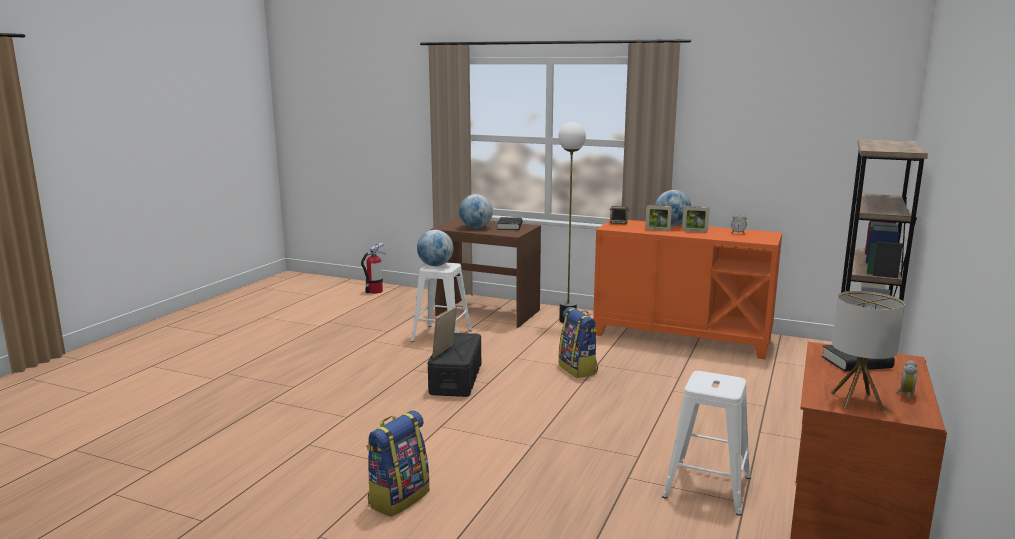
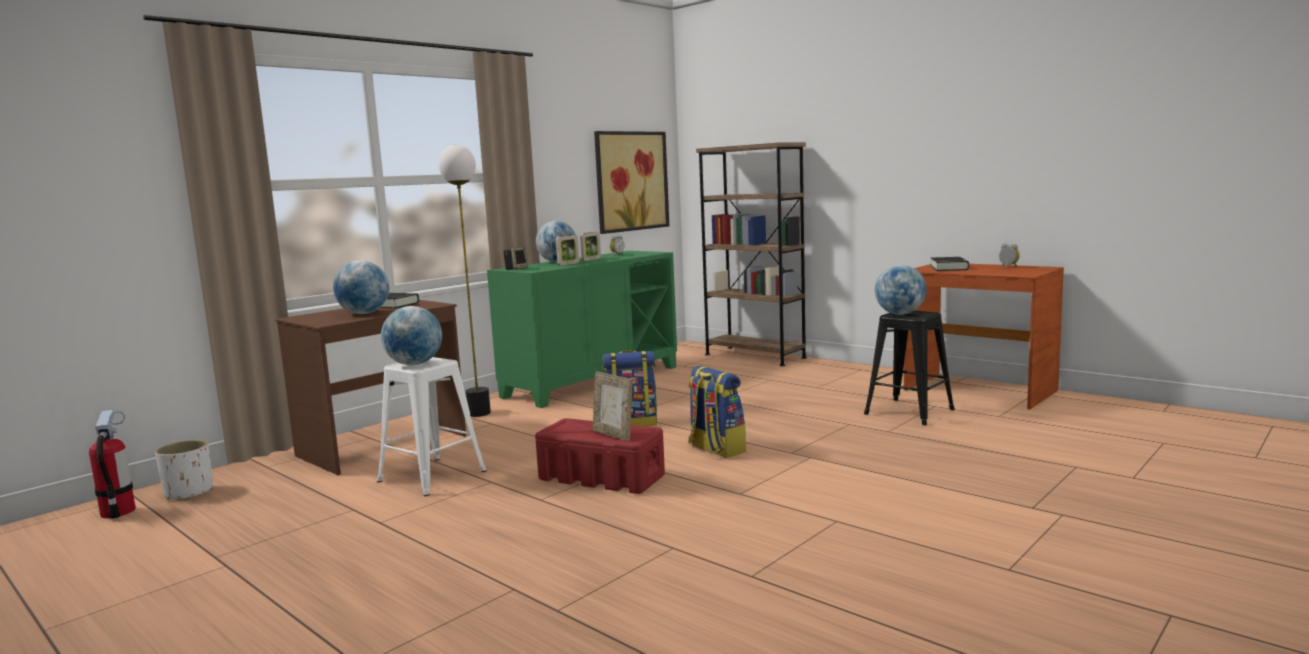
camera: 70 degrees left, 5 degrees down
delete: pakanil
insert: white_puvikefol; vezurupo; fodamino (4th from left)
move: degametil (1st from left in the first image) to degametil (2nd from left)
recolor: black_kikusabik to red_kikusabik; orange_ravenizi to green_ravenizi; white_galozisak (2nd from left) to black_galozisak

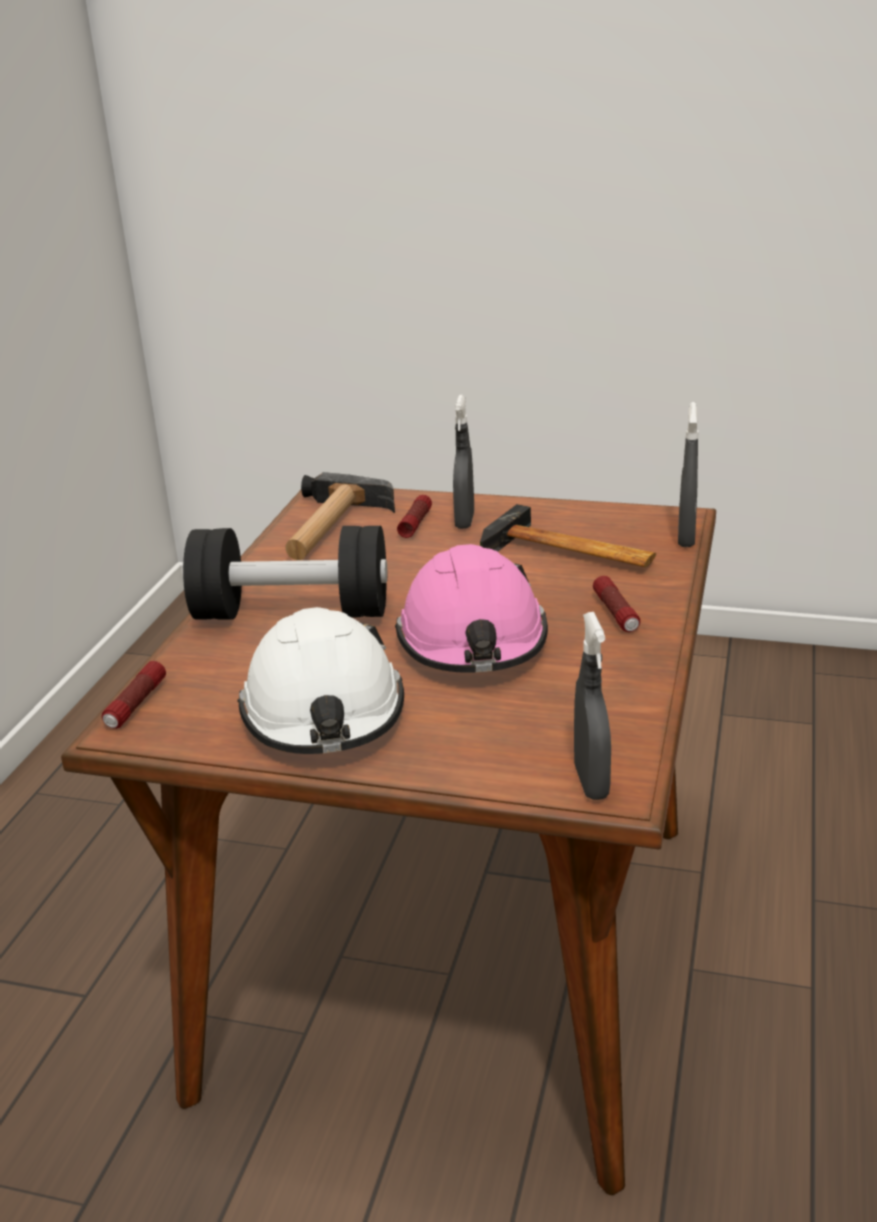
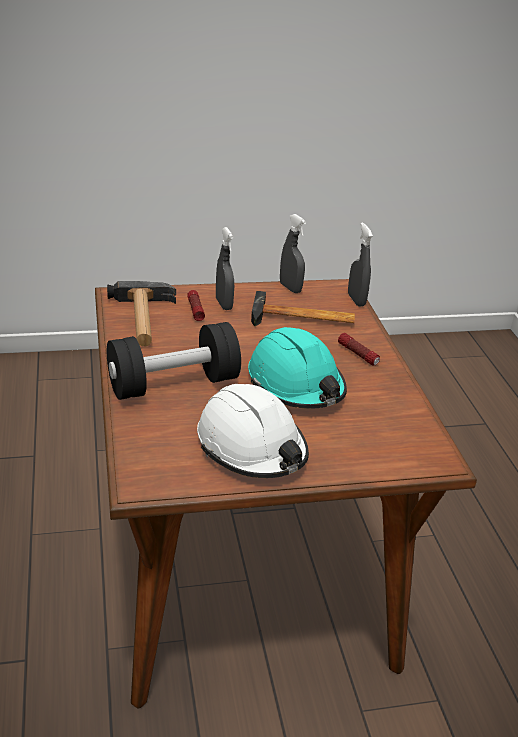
camera: 30 degrees left, 5 degrees up
delete: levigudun (1st from left)
move: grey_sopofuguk (2nd from left)
recolor: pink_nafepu to turquoise_nafepu

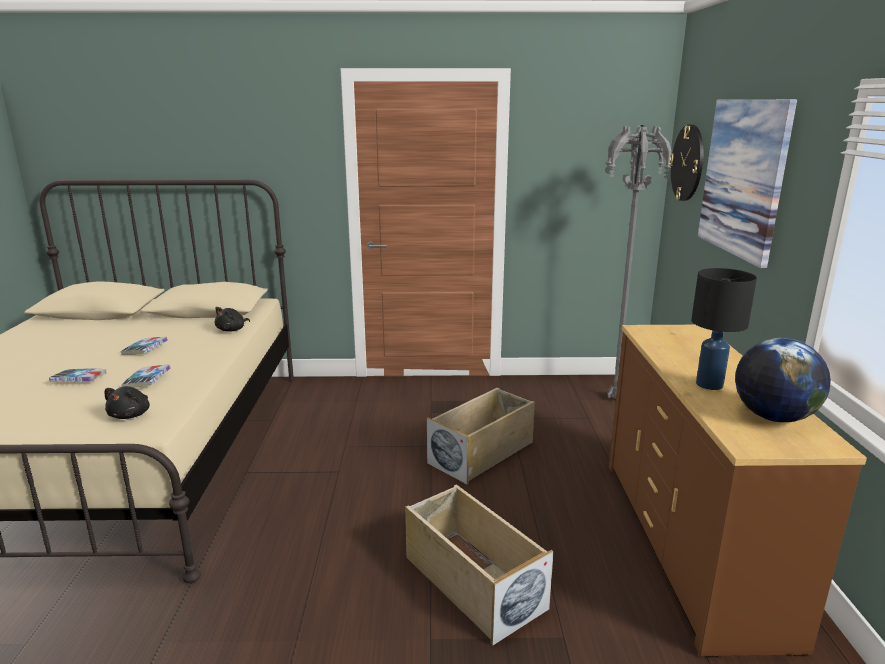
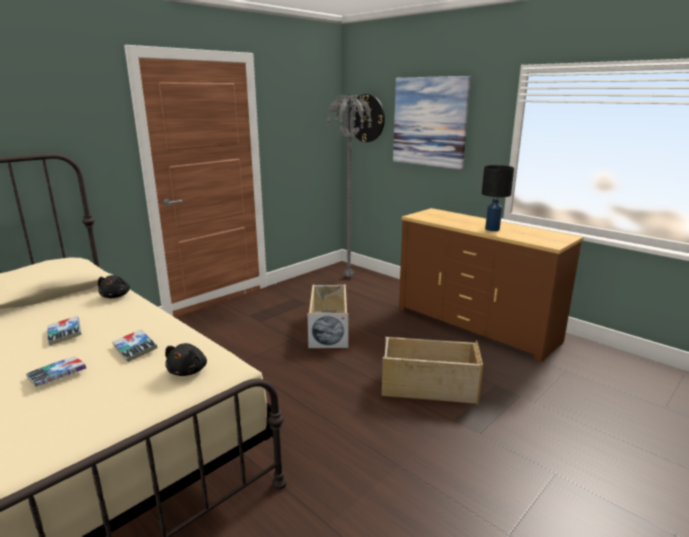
camera: 45 degrees left, 0 degrees up
delete: fodamino
rotate: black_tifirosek (1st from left in the first image) 45 degrees clockwise

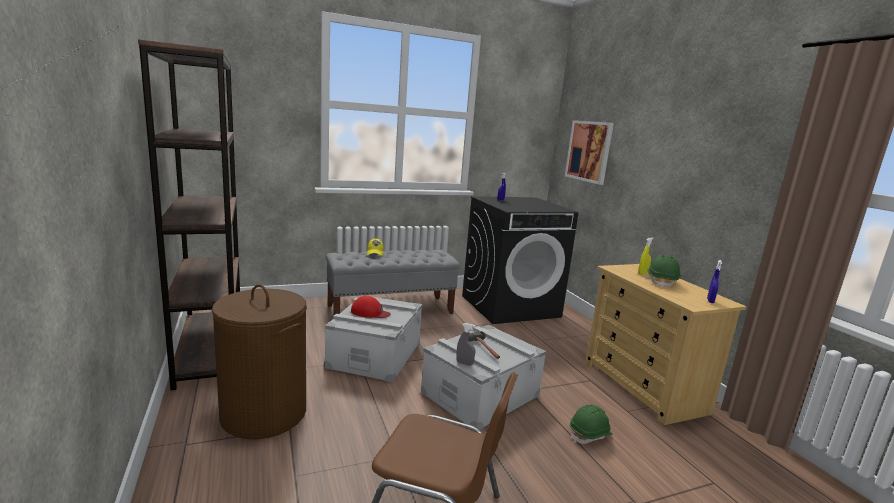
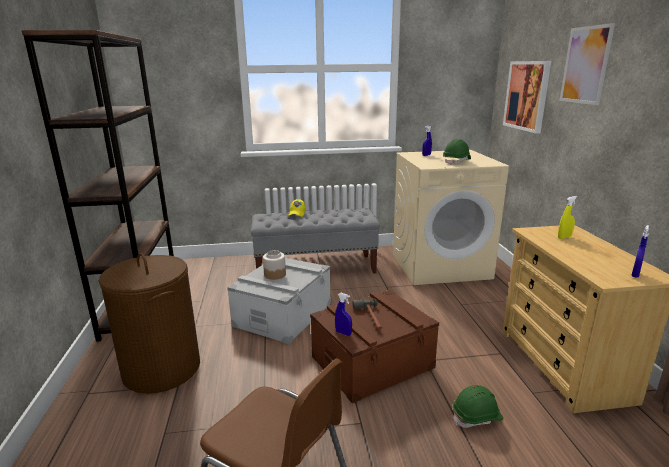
camera: 15 degrees right, 5 degrees up
insert: vezurupo (2nd from left)
move: green_nafepu (2nd from left in the first image) to green_nafepu (1st from left)
replace: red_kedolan to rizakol
recolor: grey_kikusabik (2nd from left) to brown_kikusabik; grey_sopofuguk to blue_sopofuguk (1st from left); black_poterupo to beige_poterupo

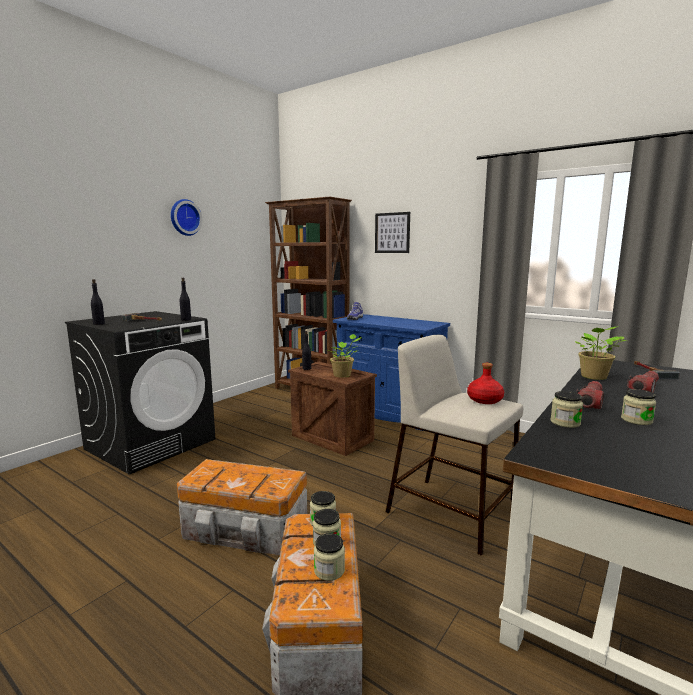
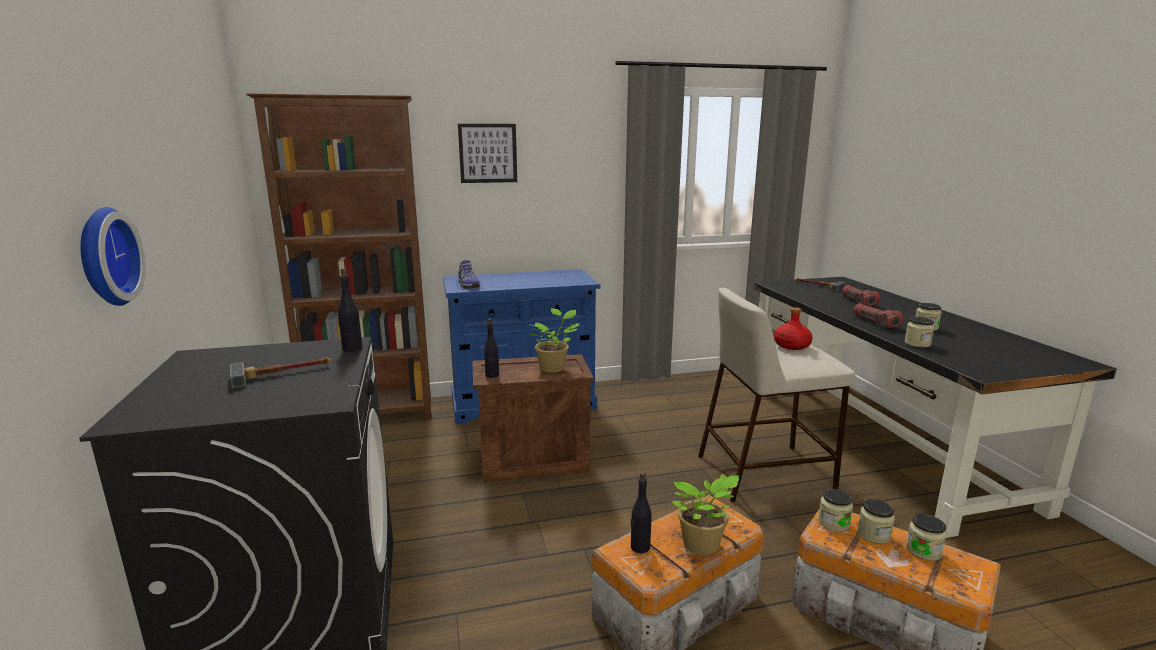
camera: 50 degrees left, 5 degrees up
move: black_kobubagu (1st from left in the first image) to black_kobubagu (3rd from left); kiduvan; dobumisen (2nd from left)

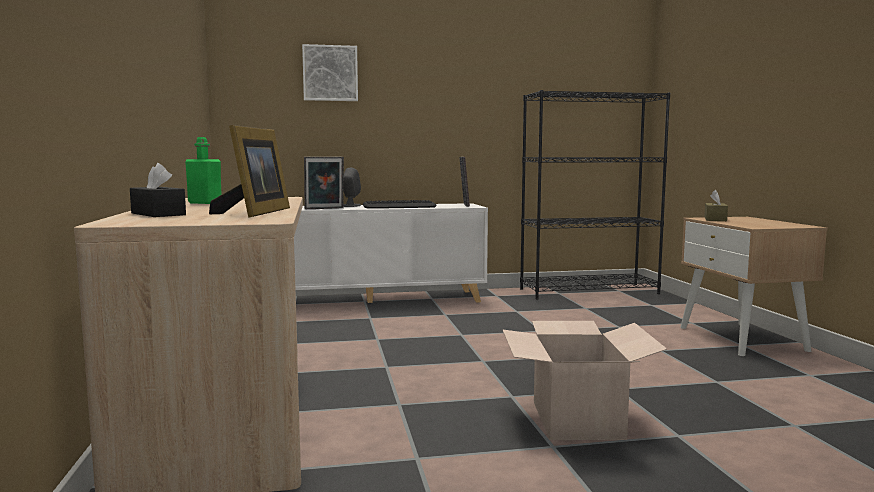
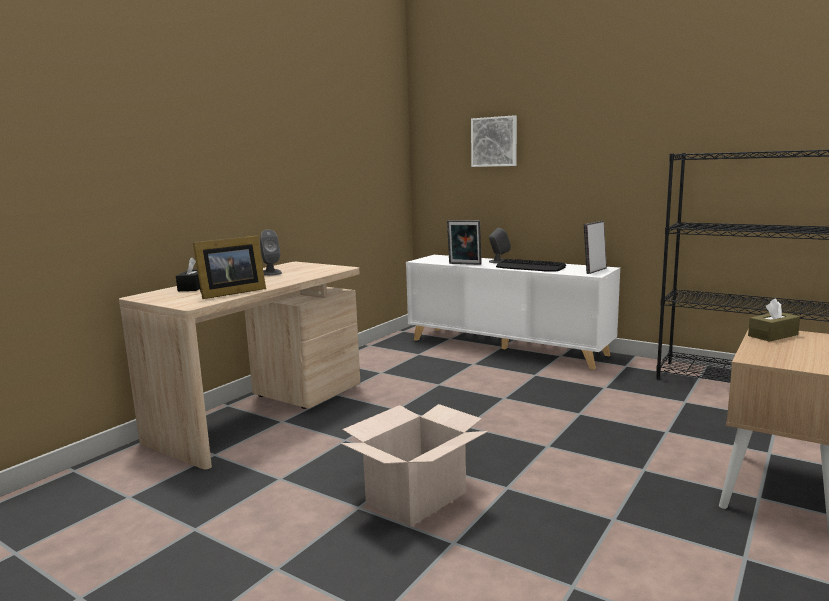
camera: 45 degrees right, 5 degrees up
replace: green_kobubagu to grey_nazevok (1st from left)

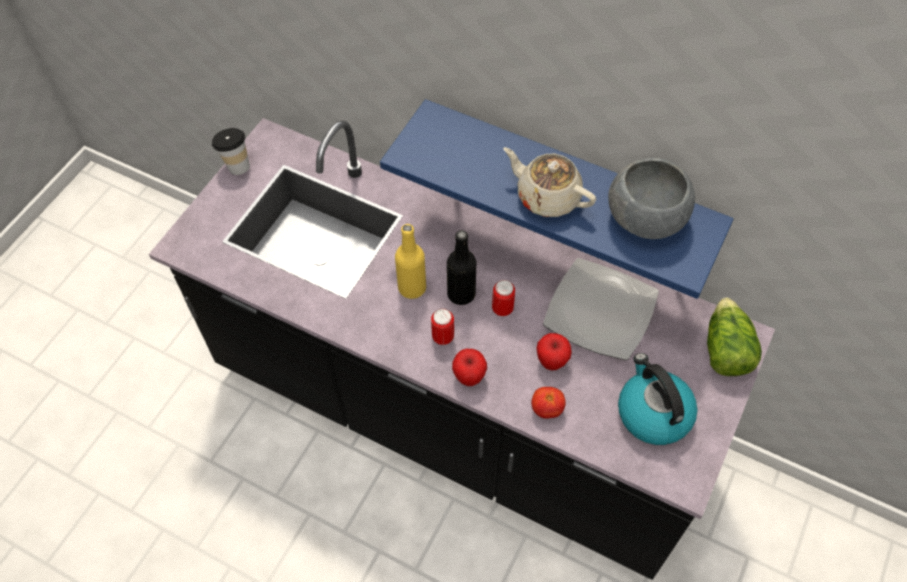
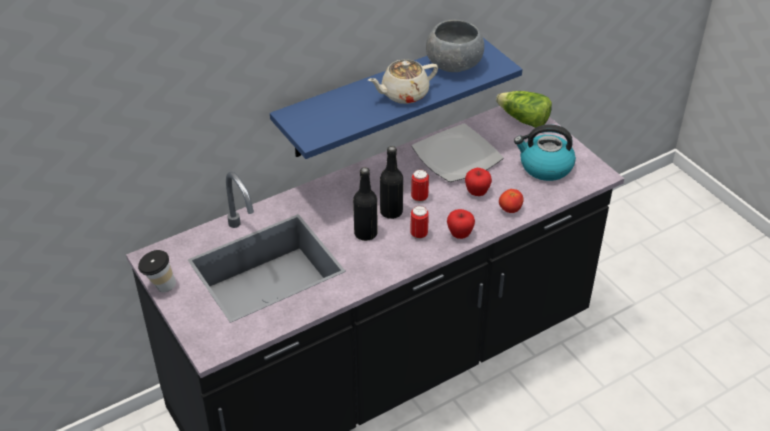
camera: 60 degrees left, 15 degrees down
recolor: yellow_kobubagu to black_kobubagu (1st from left)

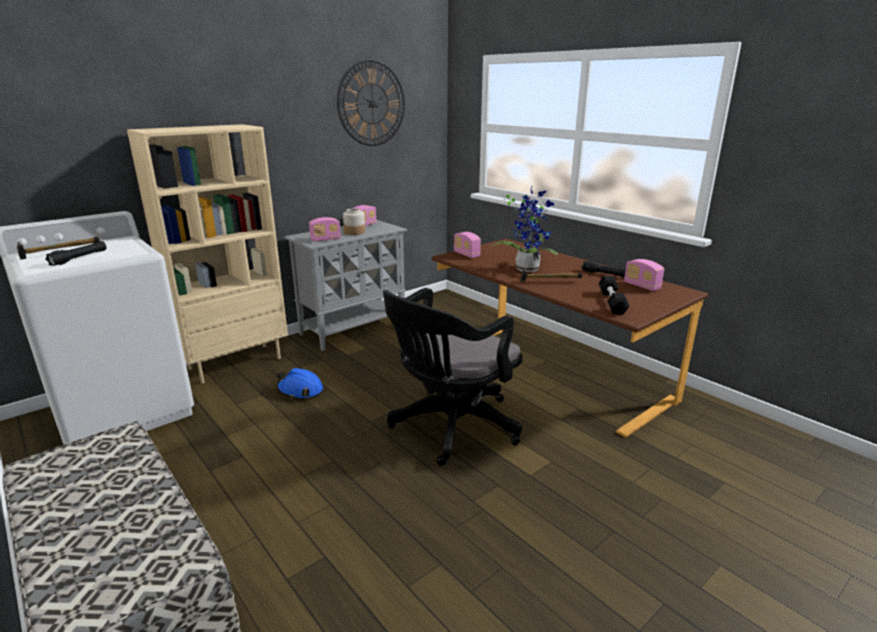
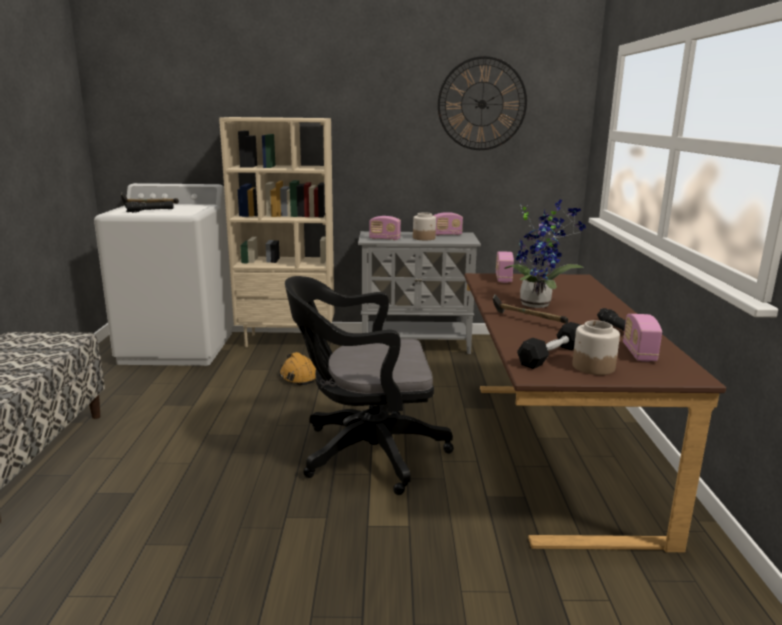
camera: 40 degrees right, 5 degrees down
insert: rizakol (2nd from left)
recolor: blue_nafepu to orange_nafepu

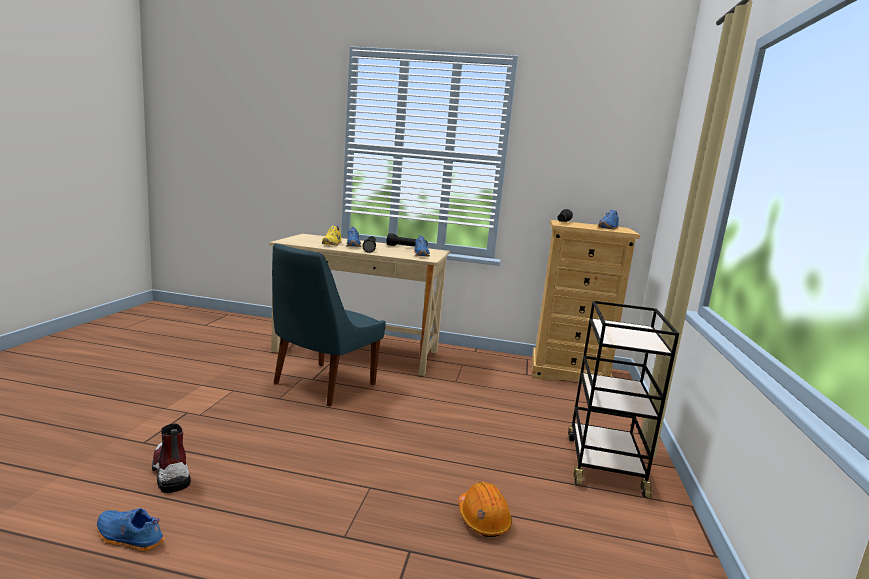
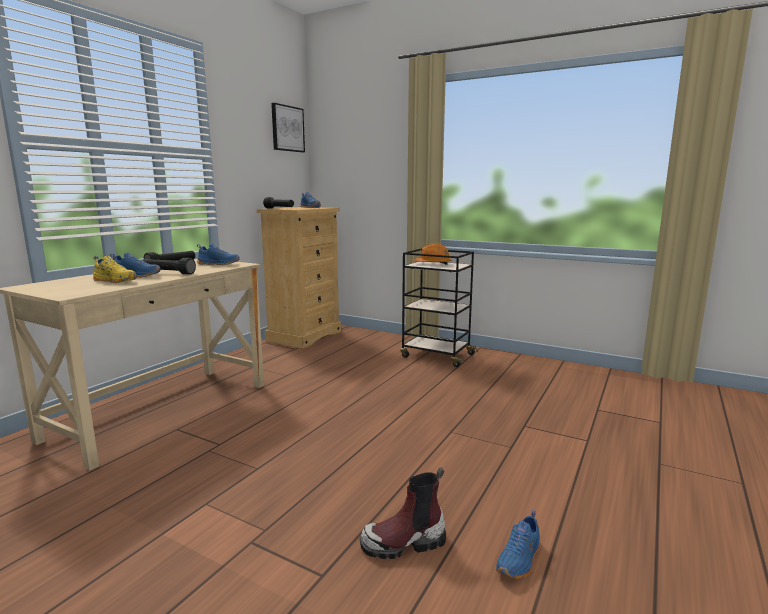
camera: 70 degrees left, 0 degrees up
delete: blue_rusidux
insert: vezurupo
move: orange_nafepu

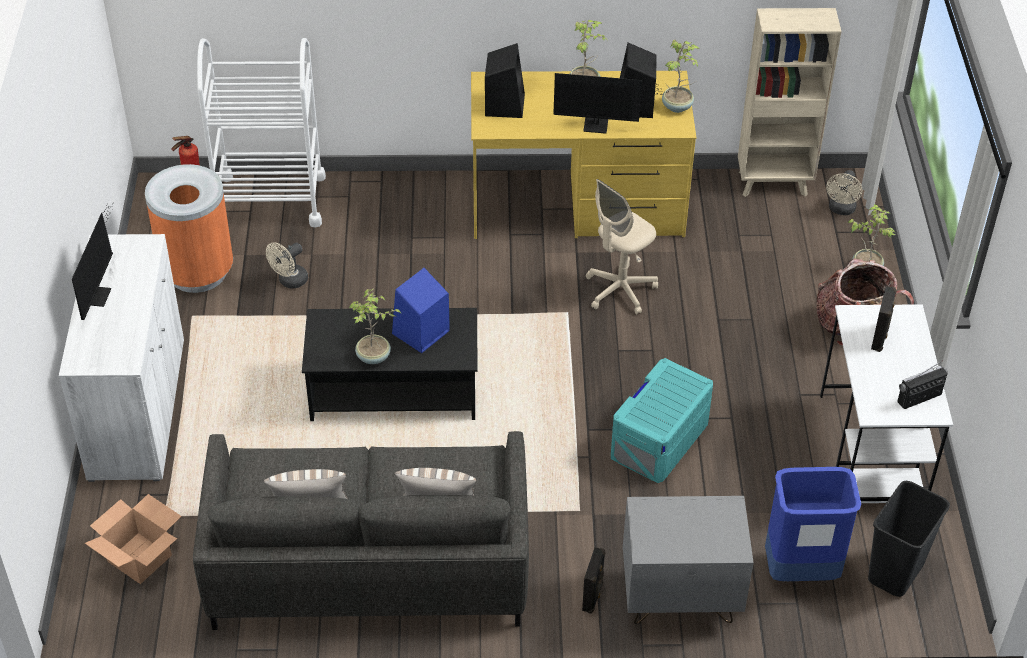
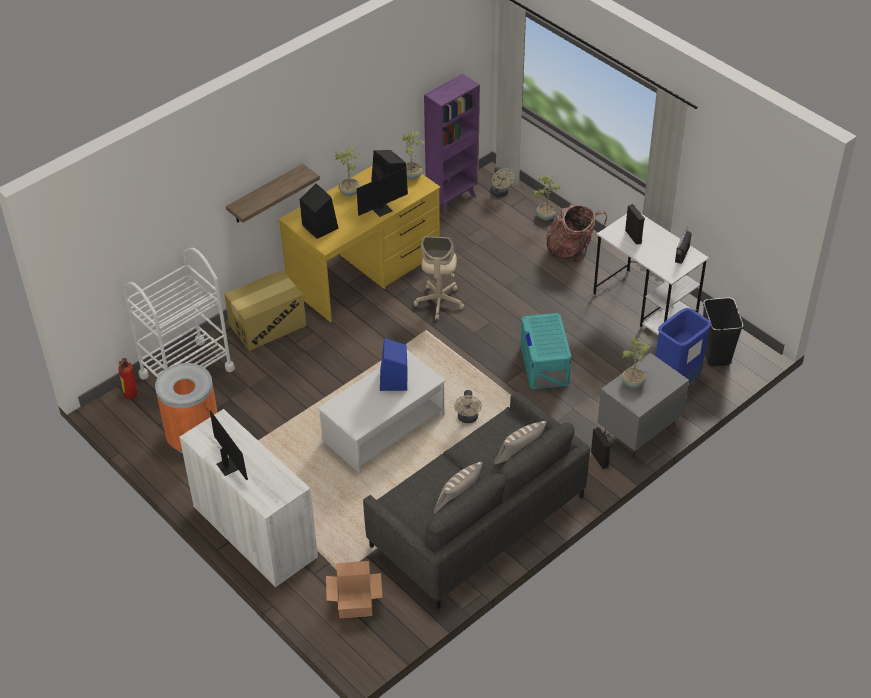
camera: 40 degrees left, 0 degrees up
insert: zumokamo (1st from left); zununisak
move: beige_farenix (1st from left); dobumisen (1st from left in the first image) to dobumisen (4th from left)
recolor: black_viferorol to white_viferorol; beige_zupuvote to purple_zupuvote

